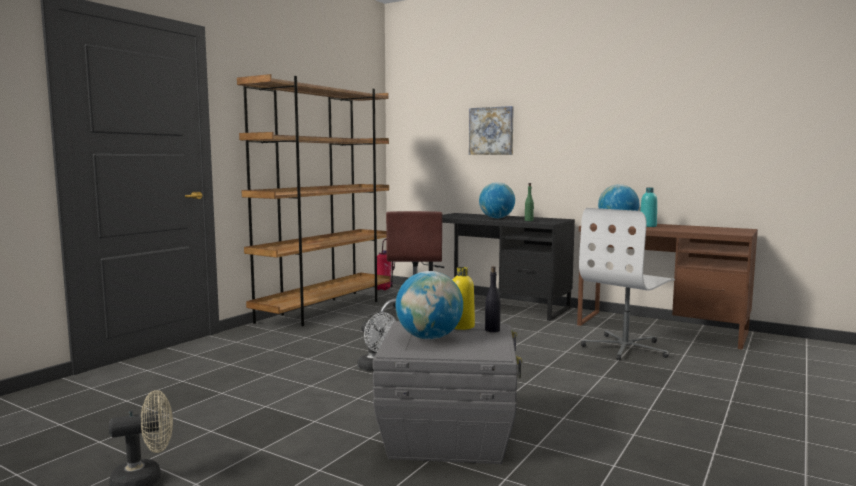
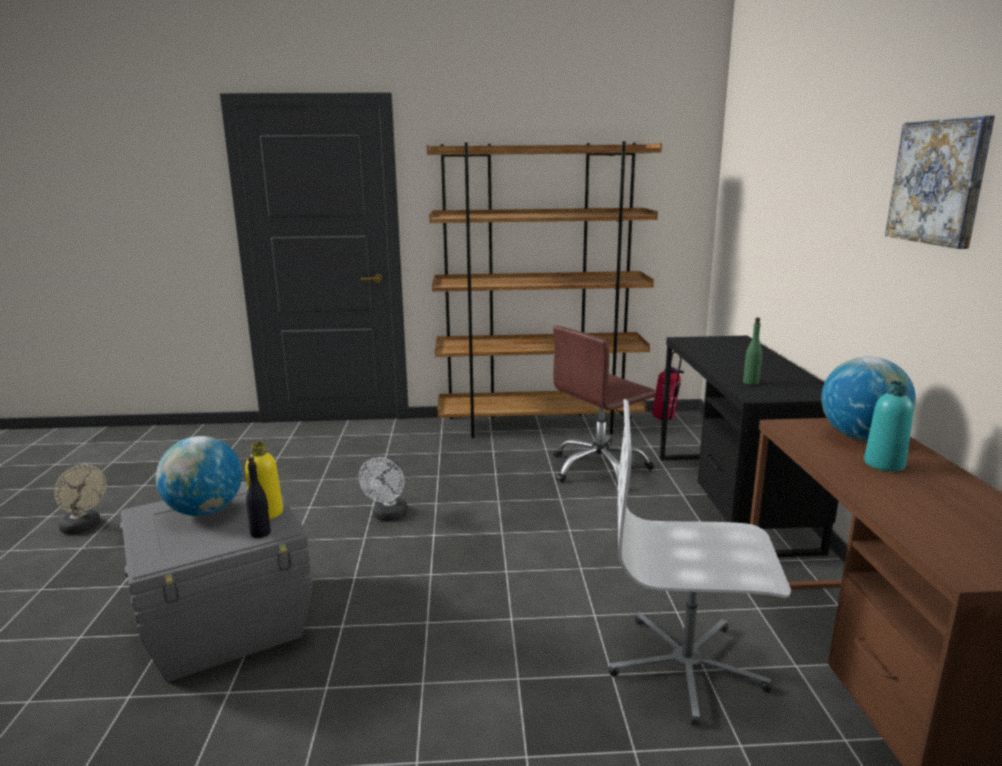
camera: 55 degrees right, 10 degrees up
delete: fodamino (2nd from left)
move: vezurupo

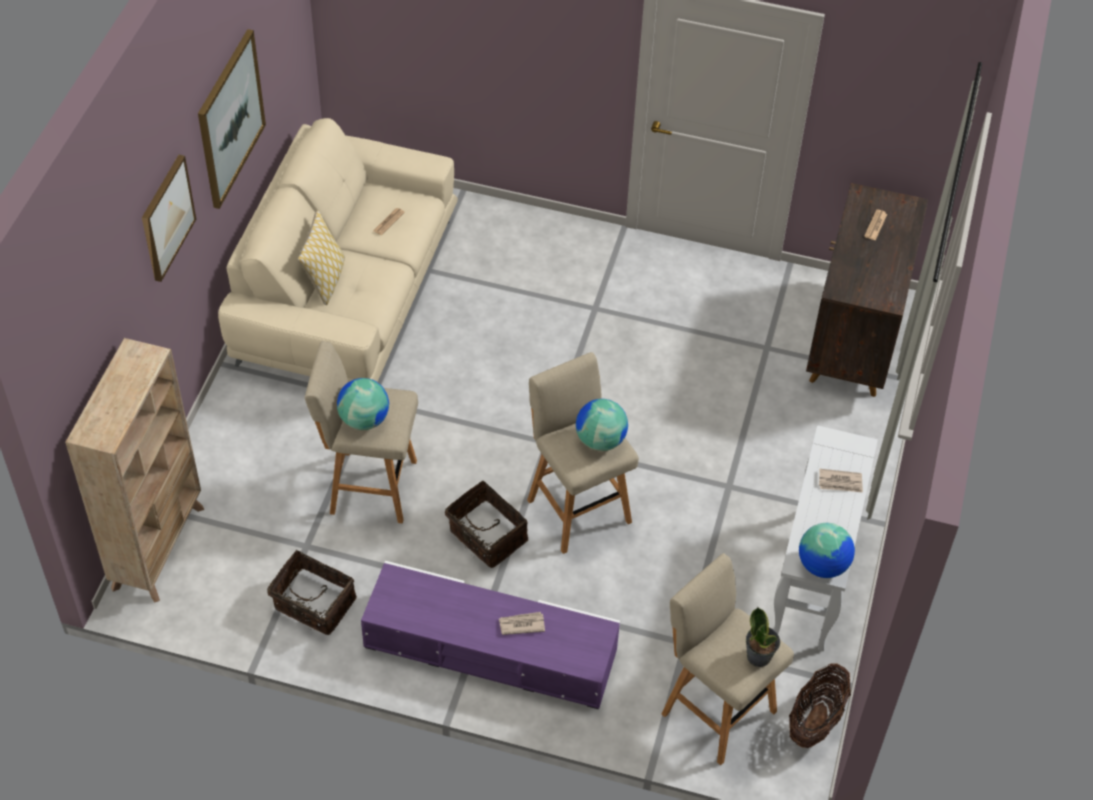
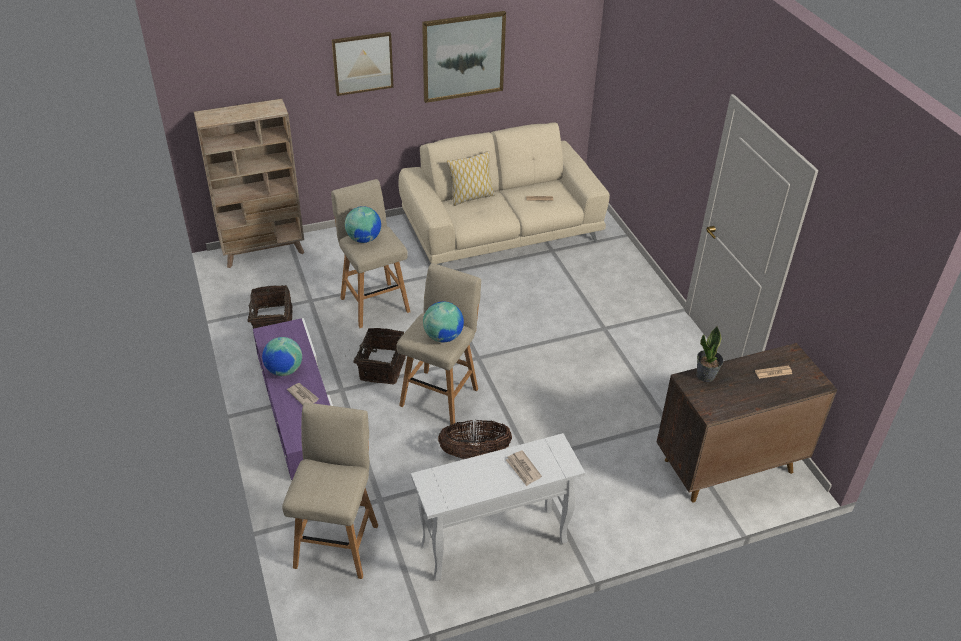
camera: 55 degrees right, 10 degrees down
move: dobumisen; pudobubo (3rd from left); fodamino (3rd from left in the first image) to fodamino (1st from left)

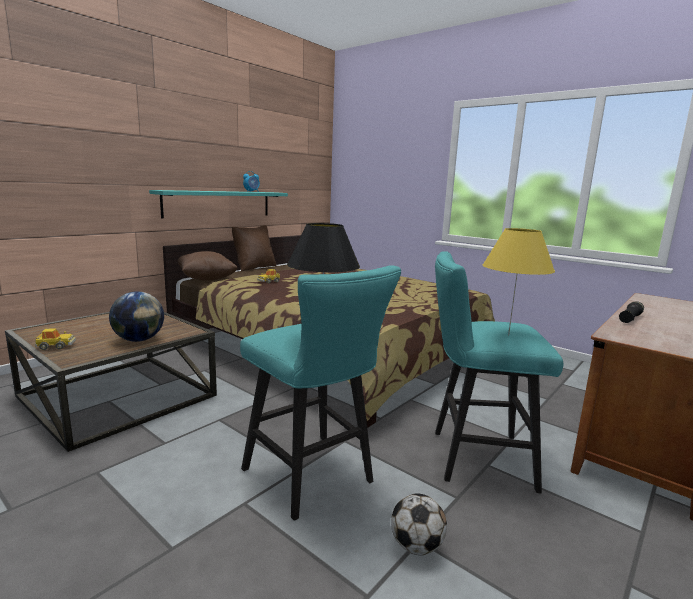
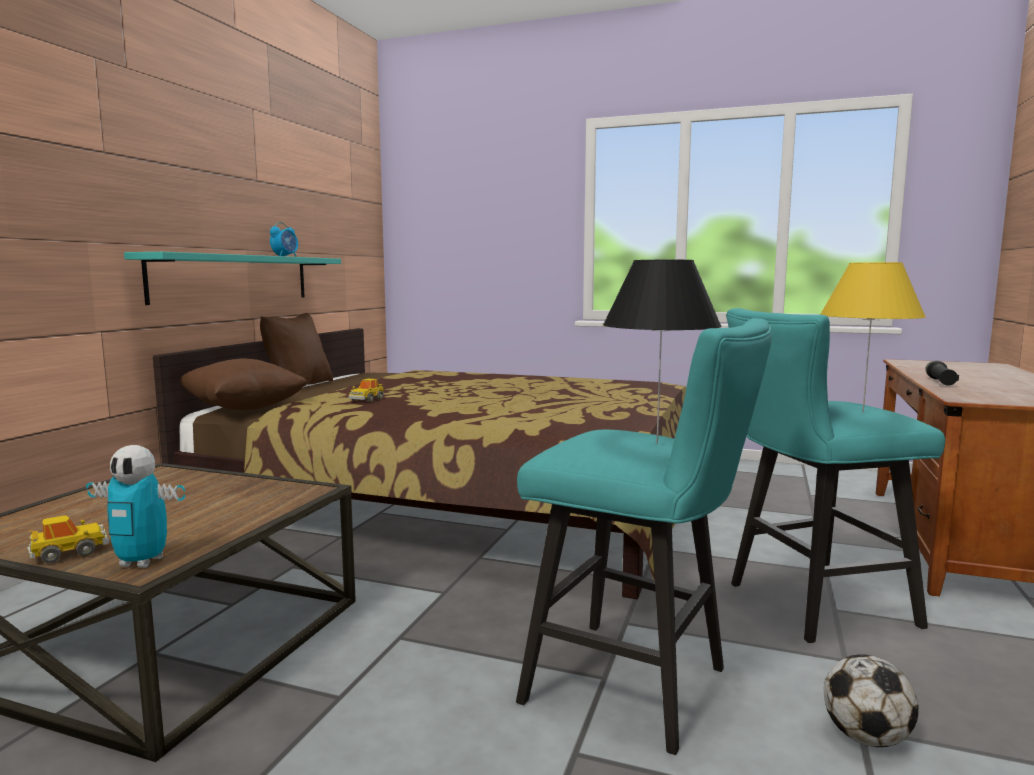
camera: 20 degrees left, 5 degrees down
delete: fodamino
insert: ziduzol

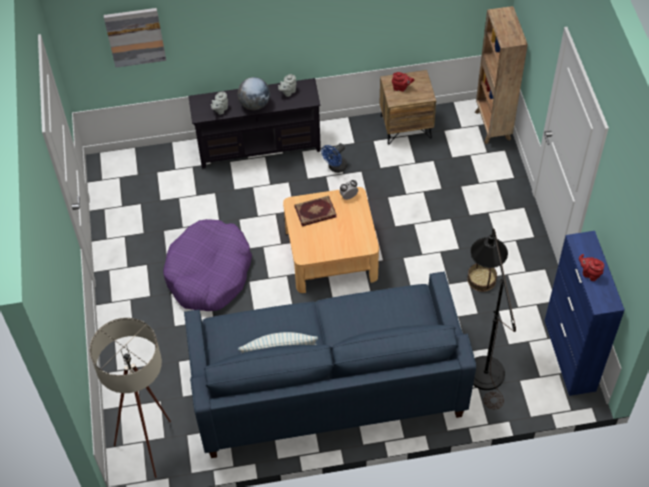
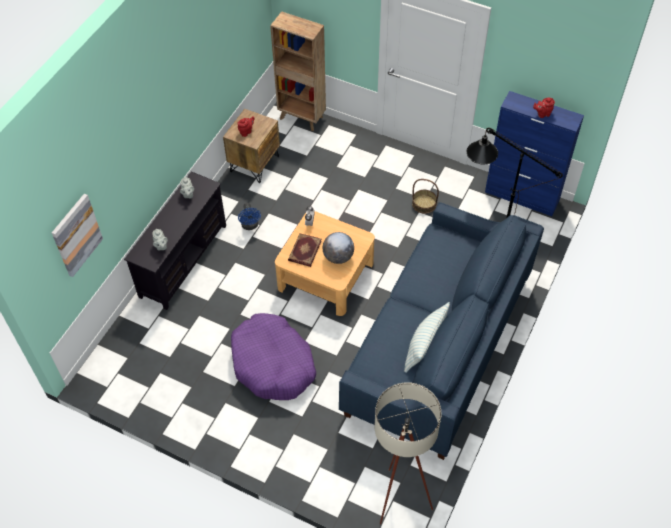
camera: 55 degrees left, 0 degrees up
move: fodamino

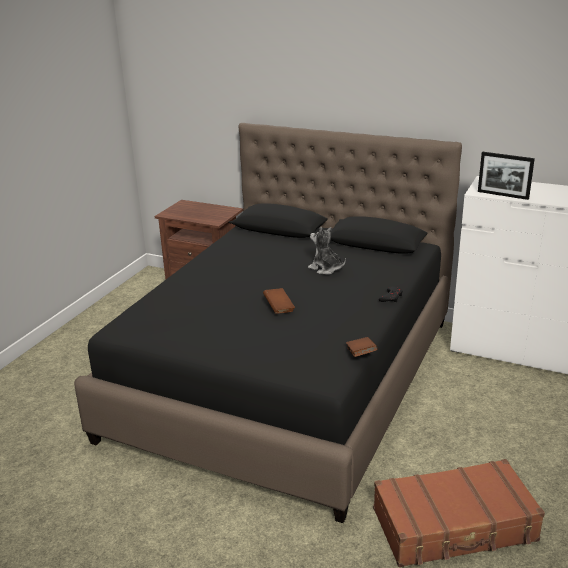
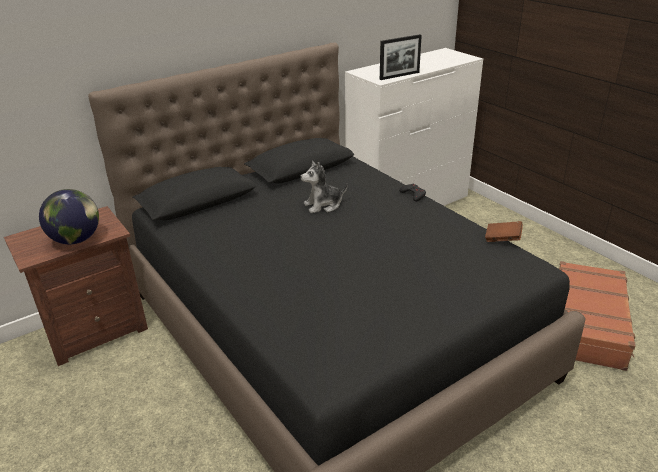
camera: 60 degrees left, 5 degrees up
delete: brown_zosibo (1st from left)
insert: fodamino

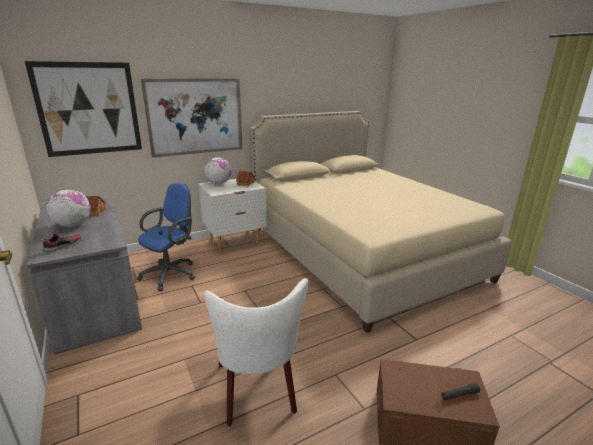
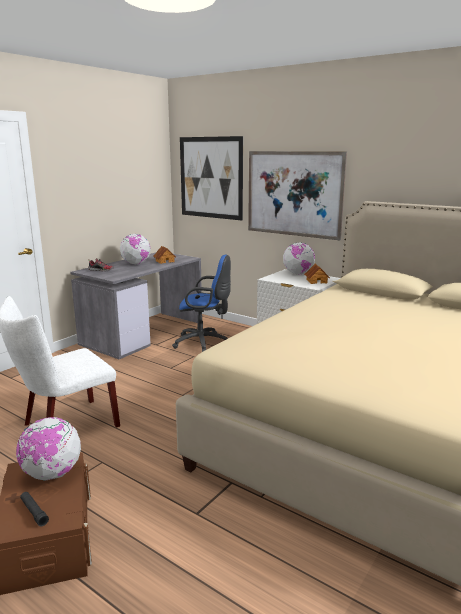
camera: 65 degrees right, 5 degrees down
insert: fodamino (1st from left)

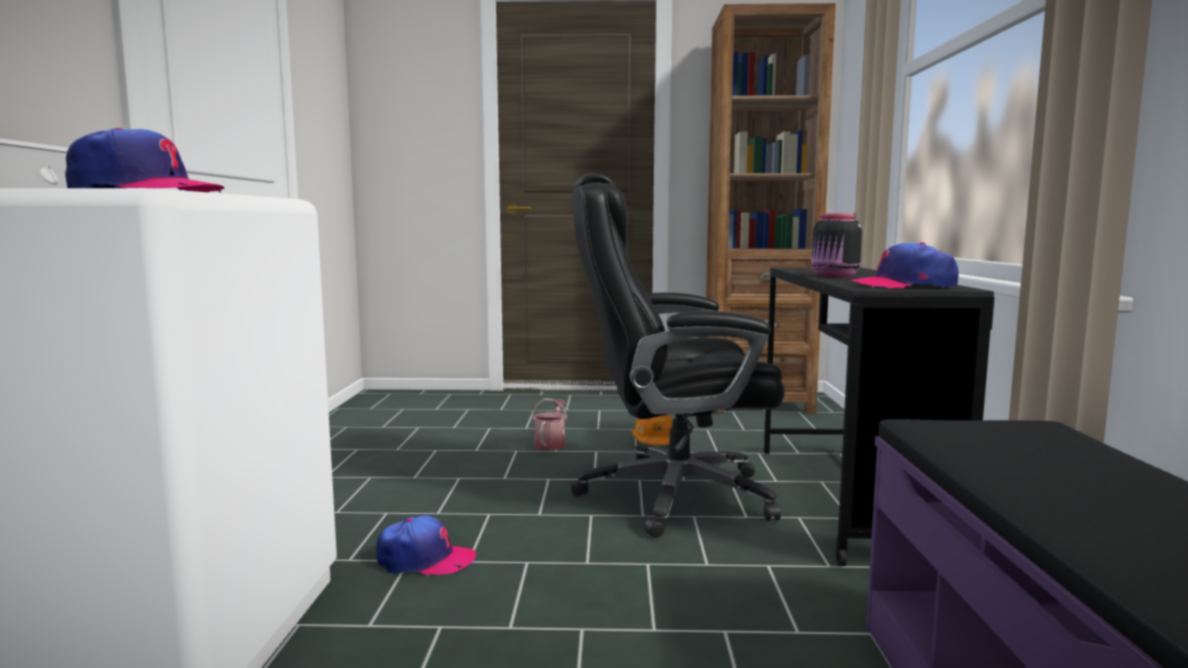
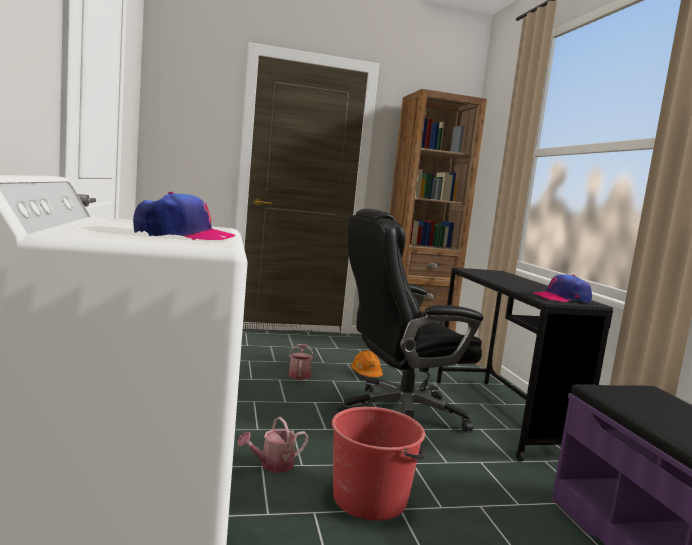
camera: 15 degrees left, 0 degrees up
delete: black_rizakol
insert: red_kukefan
replace: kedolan (2nd from left) to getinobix (1st from left)

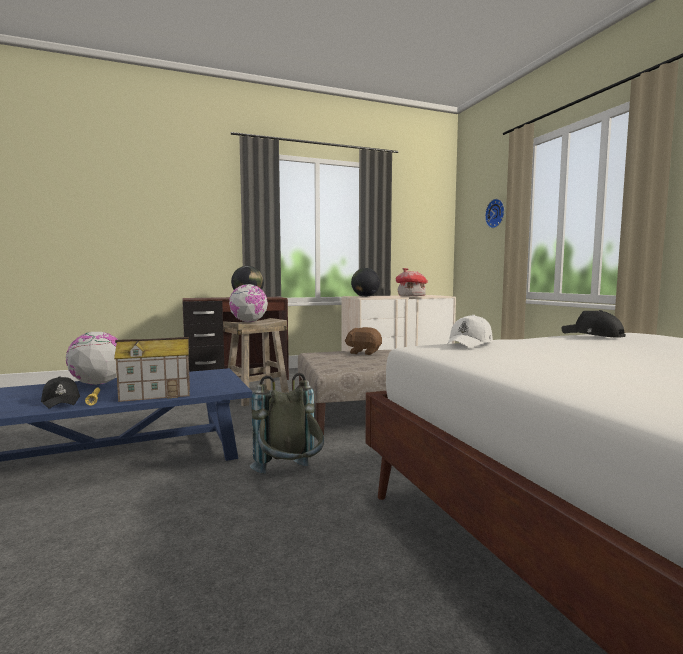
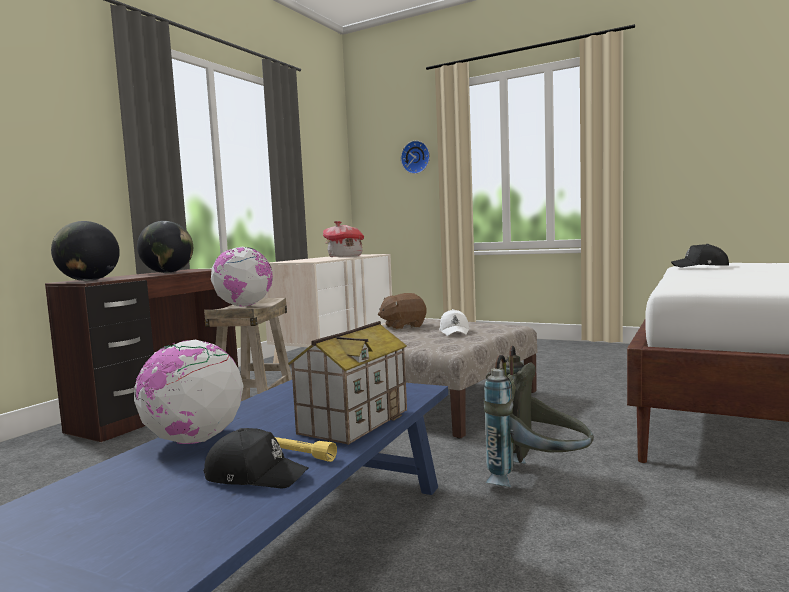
camera: 40 degrees left, 0 degrees up
move: fodamino (4th from left in the first image) to fodamino (1st from left); white_kedolan

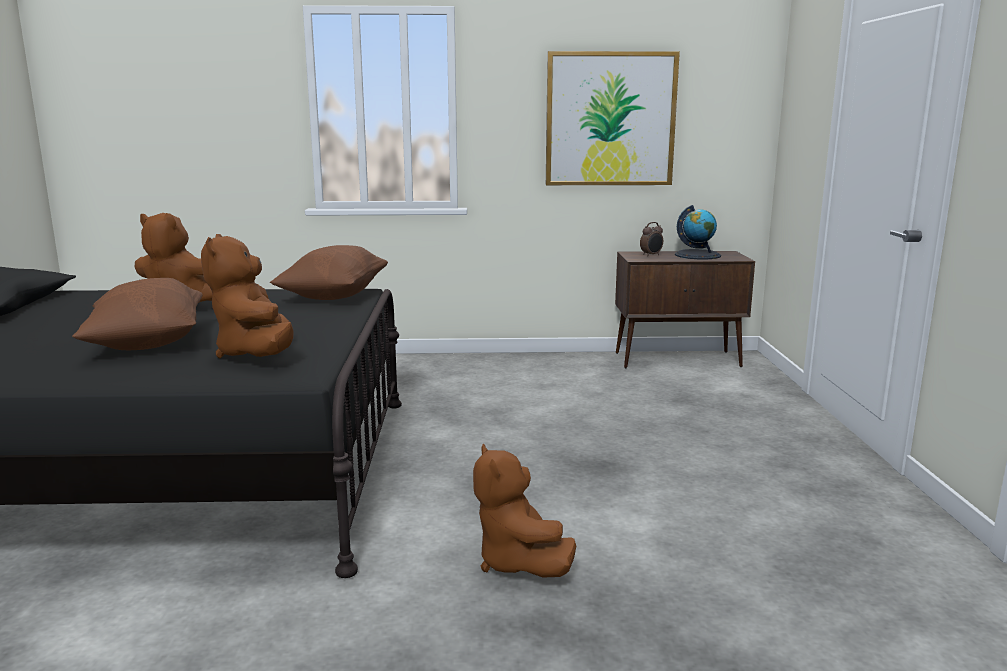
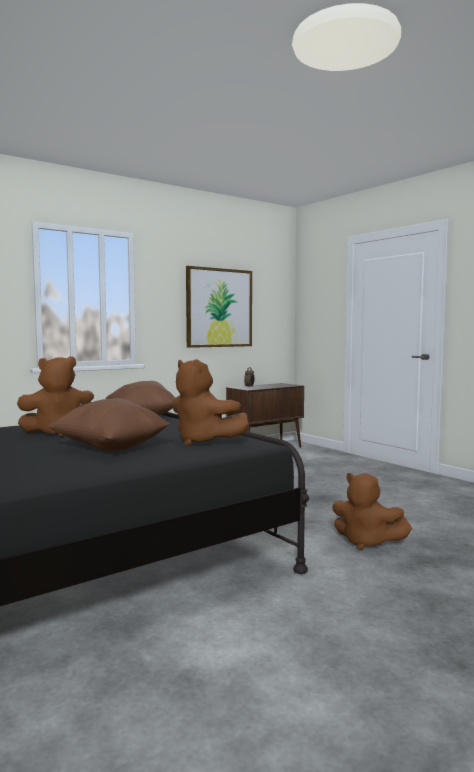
camera: 35 degrees left, 10 degrees down
delete: fodamino

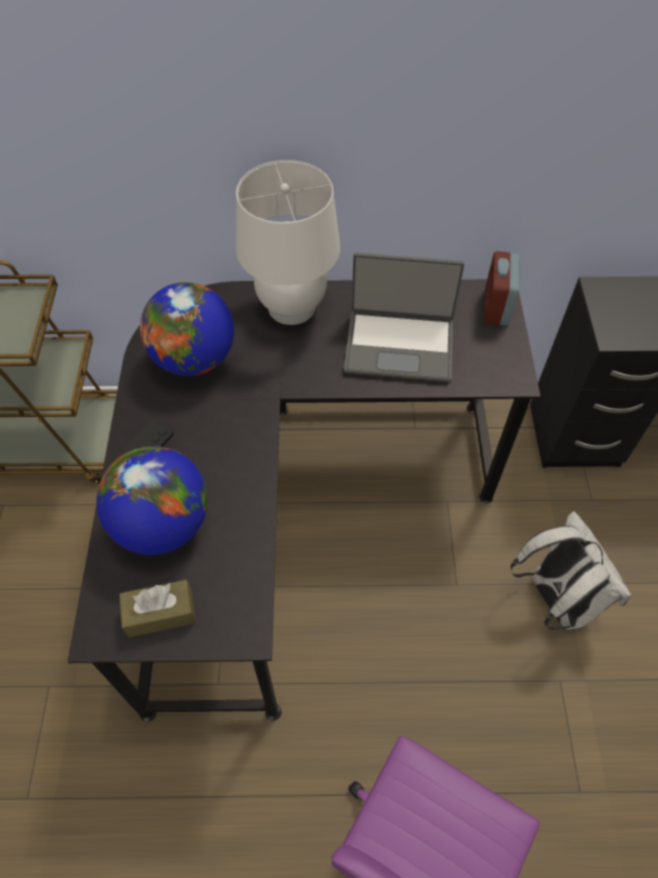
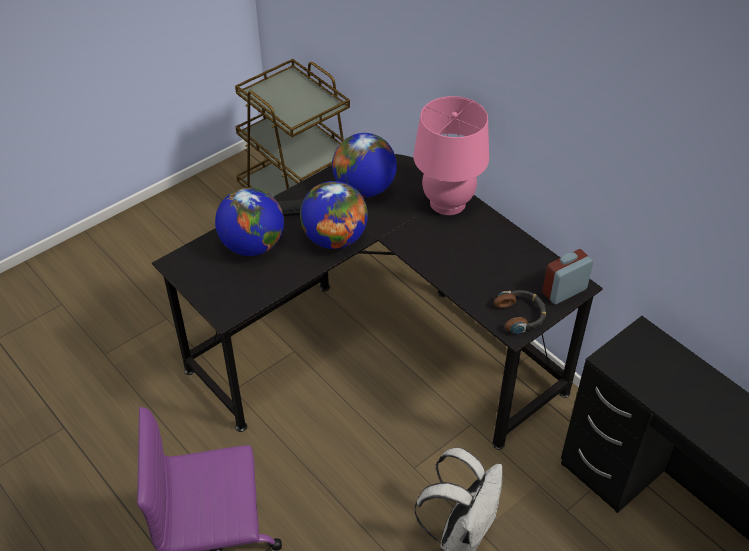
camera: 50 degrees right, 10 degrees down
delete: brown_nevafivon; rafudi
insert: fodamino (2nd from left); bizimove
recolor: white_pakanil to pink_pakanil

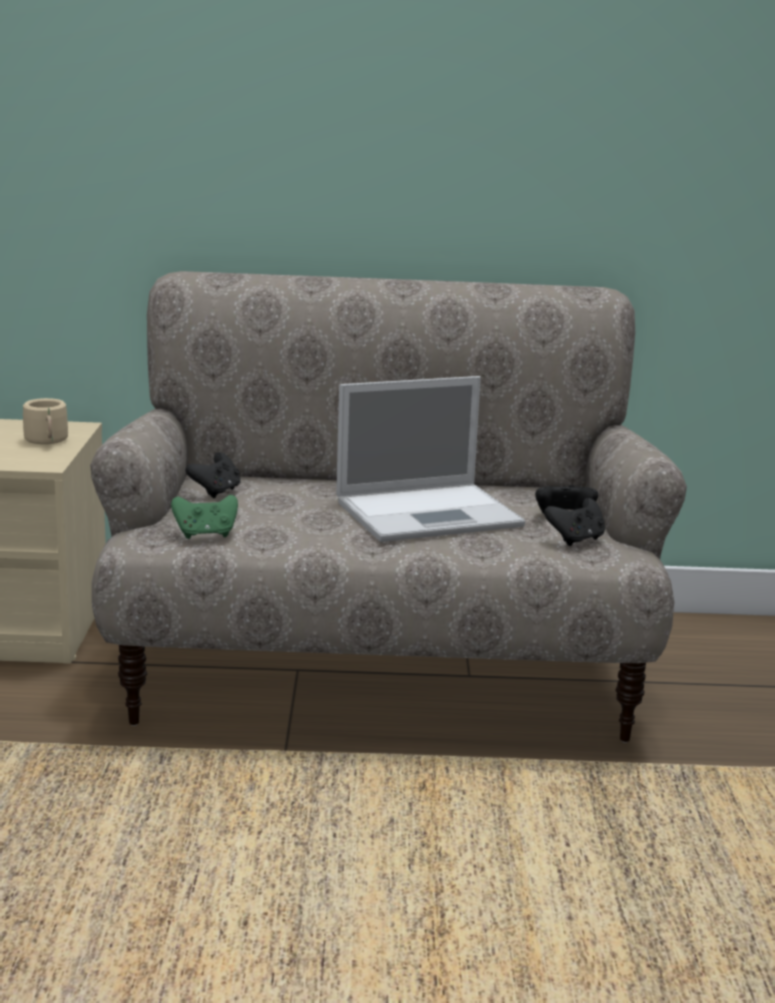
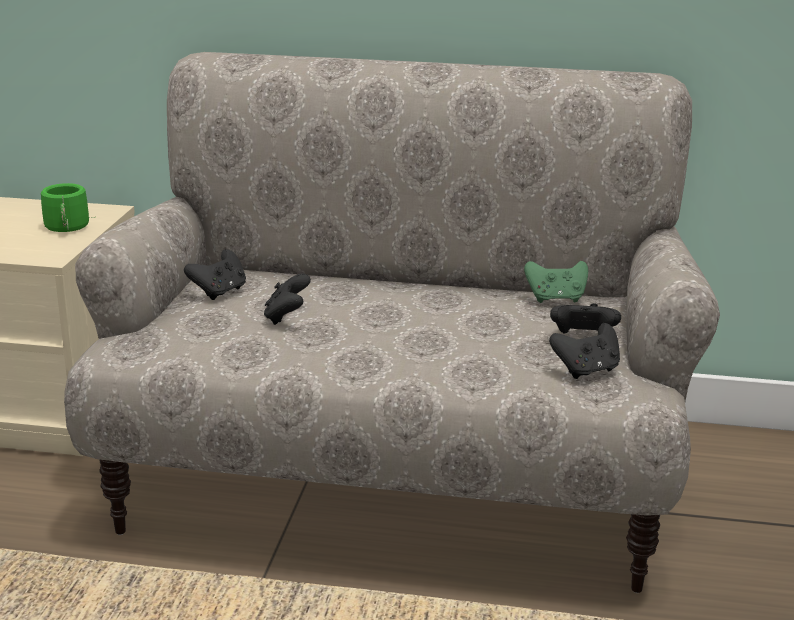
camera: 10 degrees right, 5 degrees up
delete: rafudi
insert: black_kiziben (2nd from left)
move: green_kiziben
recolor: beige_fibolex to green_fibolex

